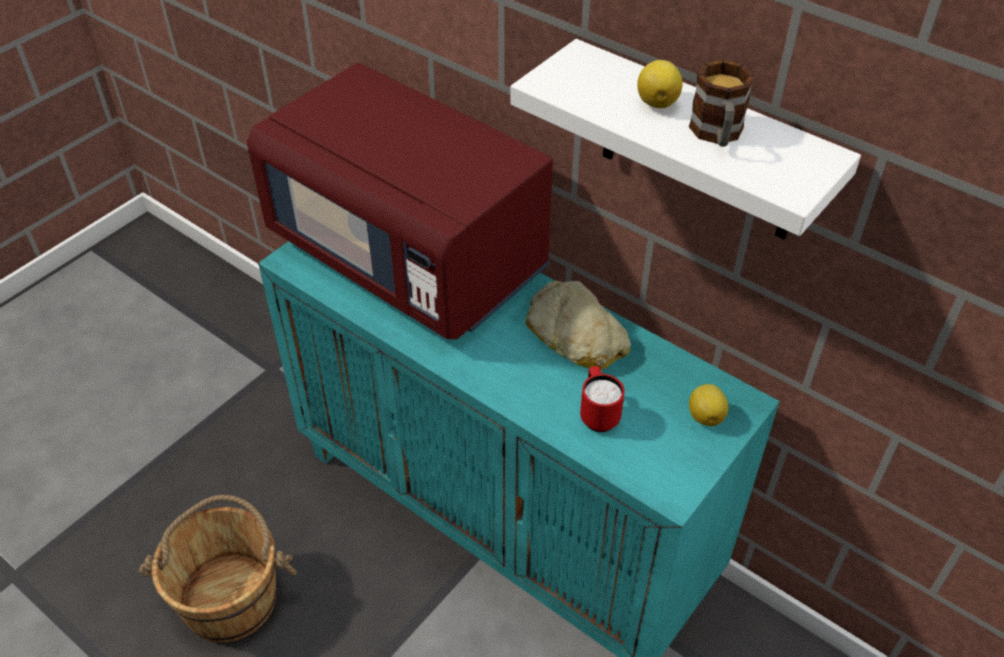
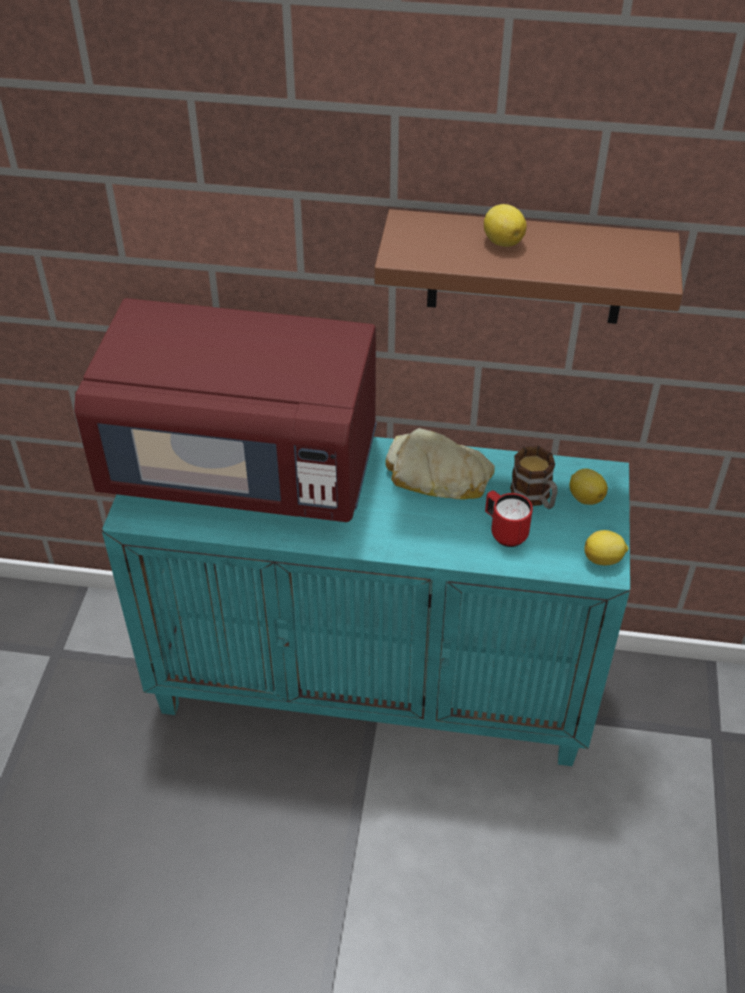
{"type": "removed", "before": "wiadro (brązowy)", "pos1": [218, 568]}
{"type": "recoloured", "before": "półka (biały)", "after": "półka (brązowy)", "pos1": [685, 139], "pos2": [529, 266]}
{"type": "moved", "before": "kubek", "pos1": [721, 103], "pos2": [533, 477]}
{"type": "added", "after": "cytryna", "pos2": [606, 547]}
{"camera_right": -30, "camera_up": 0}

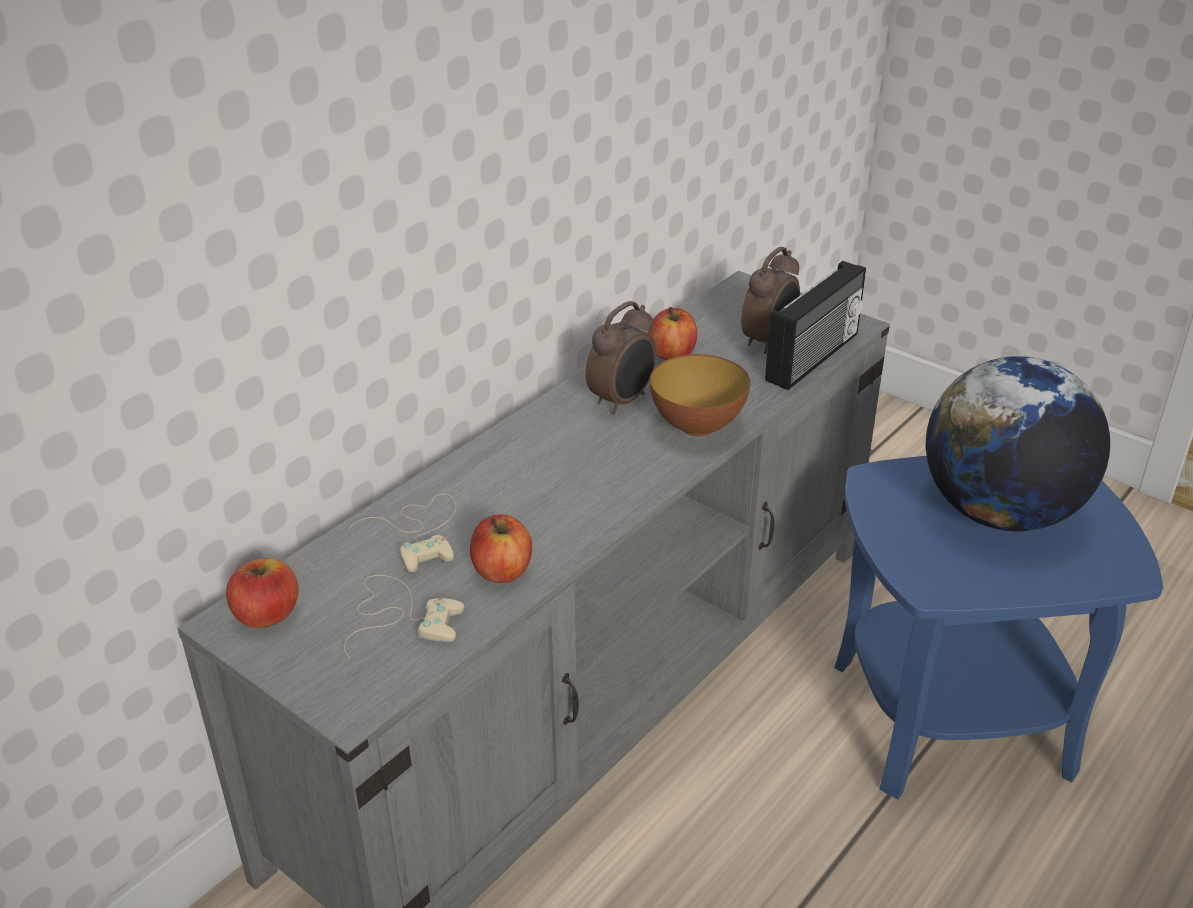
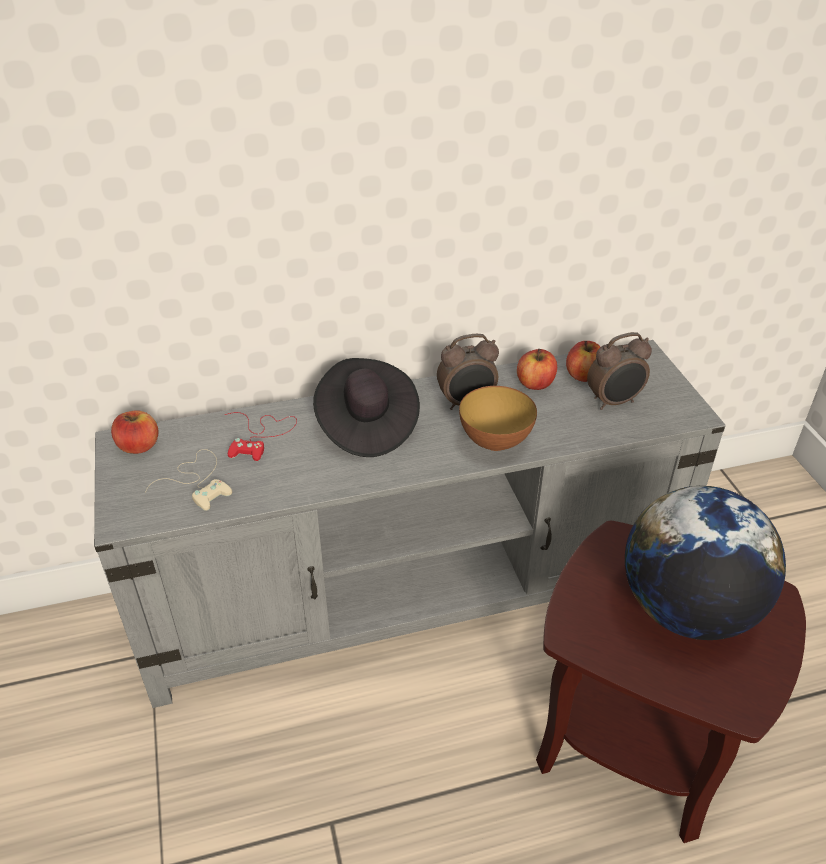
{"type": "recoloured", "before": "pad do gier (beżowy)", "after": "pad do gier (czerwony)", "pos1": [402, 533], "pos2": [261, 436]}
{"type": "moved", "before": "jabłko", "pos1": [501, 548], "pos2": [583, 361]}
{"type": "removed", "before": "radio", "pos1": [815, 325]}
{"type": "recoloured", "before": "stolik (niebieski)", "after": "stolik (brązowy)", "pos1": [998, 627], "pos2": [671, 682]}
{"type": "added", "after": "kapelusz (czarny)", "pos2": [366, 407]}
{"camera_right": 35, "camera_up": 5}

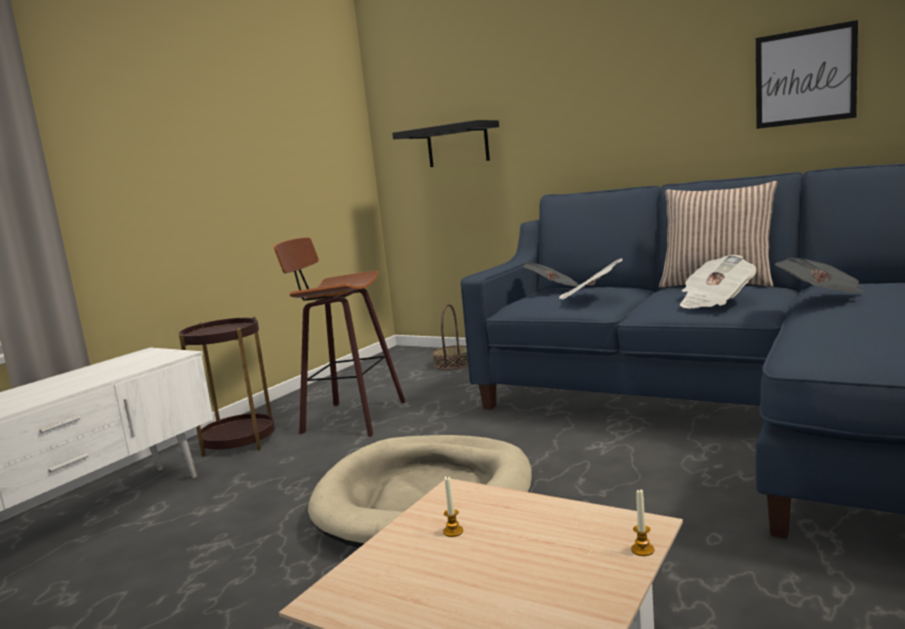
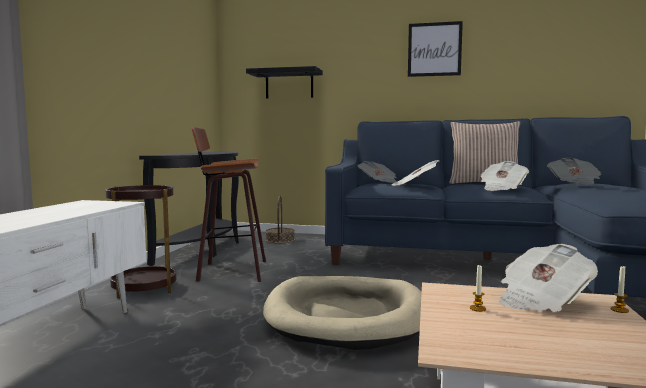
{"type": "moved", "before": "obraz", "pos1": [807, 74], "pos2": [435, 49]}
{"type": "added", "after": "stolik konsolowy (czarny)", "pos2": [189, 208]}
{"type": "added", "after": "gazeta", "pos2": [549, 278]}
{"camera_right": -20, "camera_up": -5}

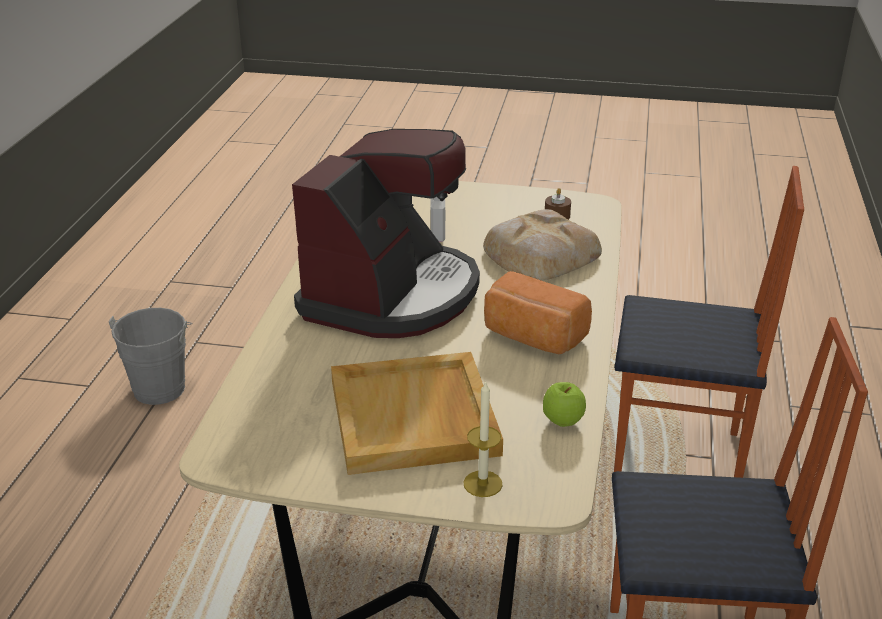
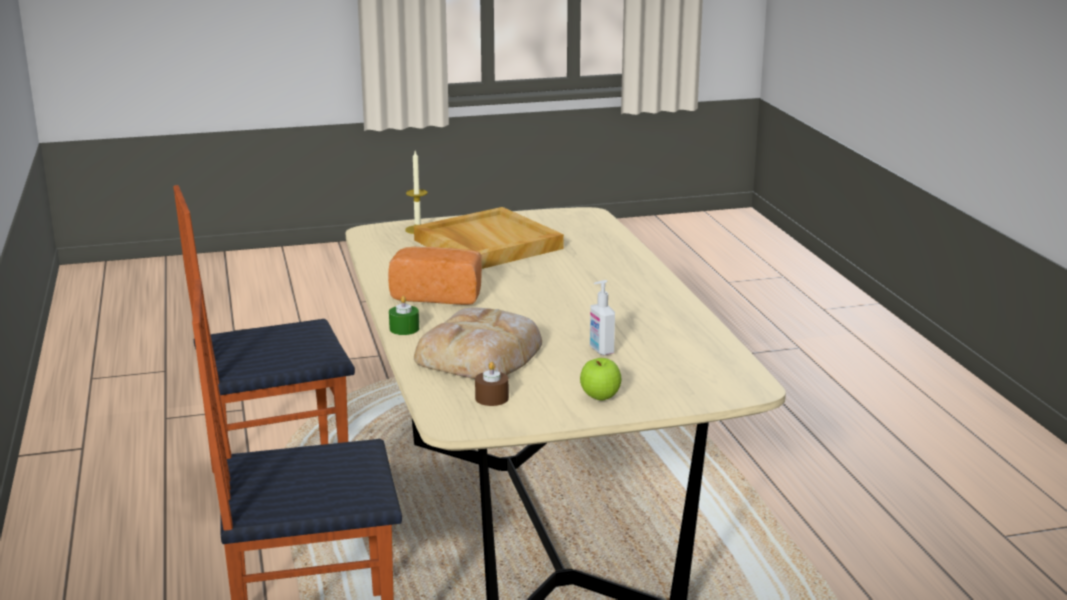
{"type": "removed", "before": "wiadro (szary)", "pos1": [151, 356]}
{"type": "removed", "before": "ekspres do kawy", "pos1": [386, 233]}
{"type": "moved", "before": "jabłko", "pos1": [564, 404], "pos2": [601, 379]}
{"type": "added", "after": "świeca (zielony)", "pos2": [404, 315]}
{"camera_right": 155, "camera_up": -10}

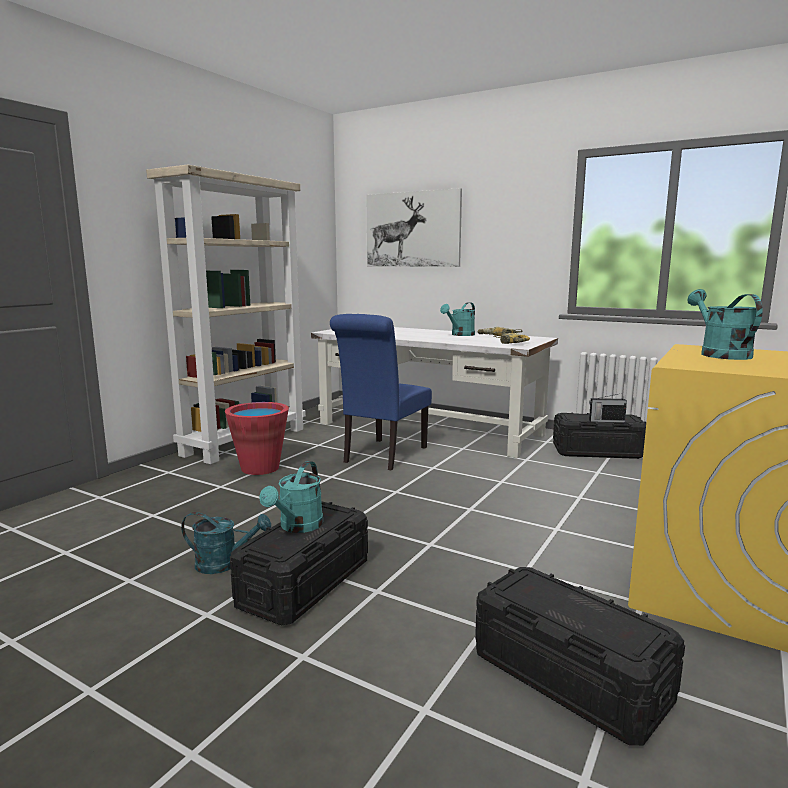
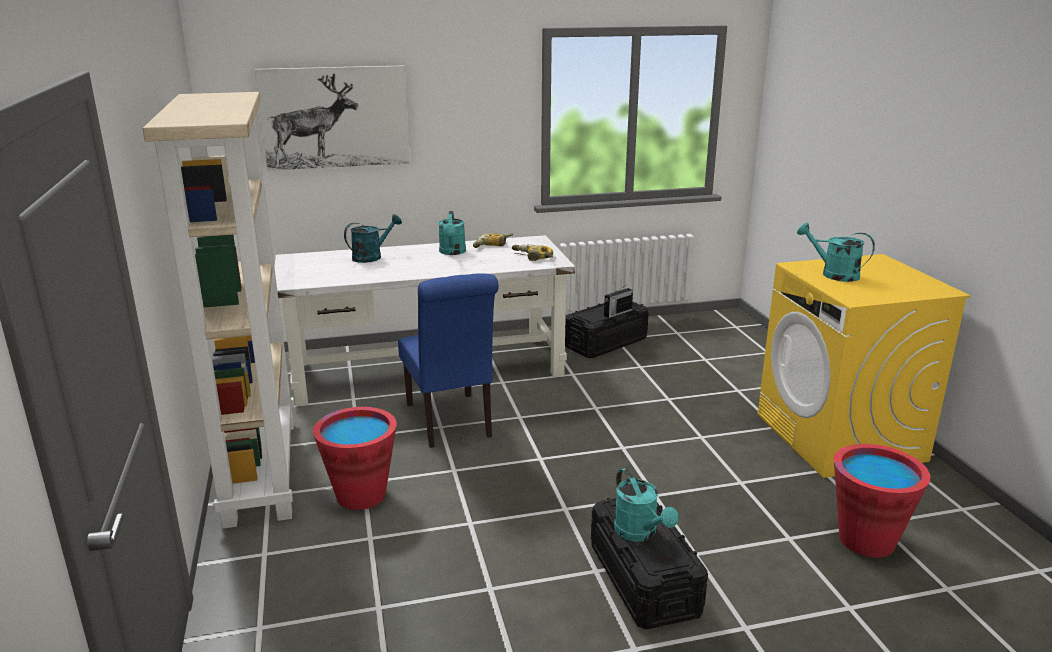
{"type": "moved", "before": "konewka (turkusowy)", "pos1": [226, 543], "pos2": [373, 238]}
{"type": "replaced", "before": "pojemnik do przechowywania (czarny)", "after": "wiadro (czerwony)", "pos1": [580, 656], "pos2": [882, 501]}
{"camera_right": -45, "camera_up": 10}

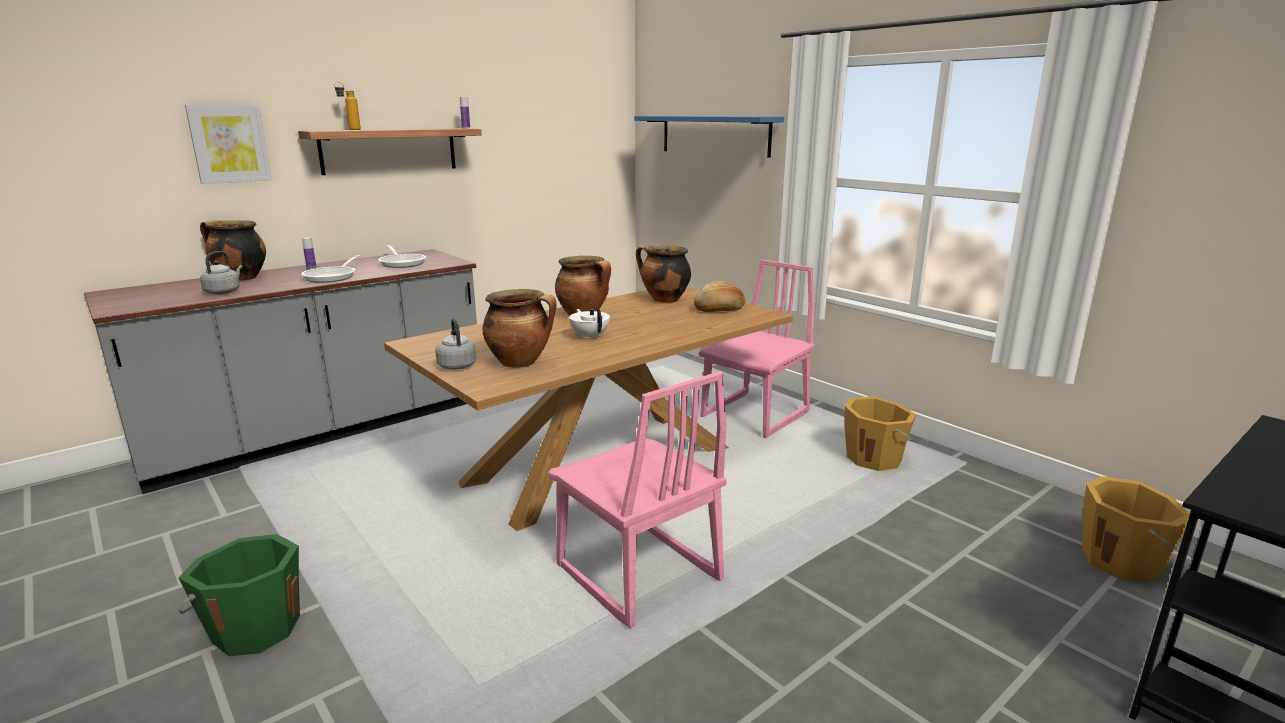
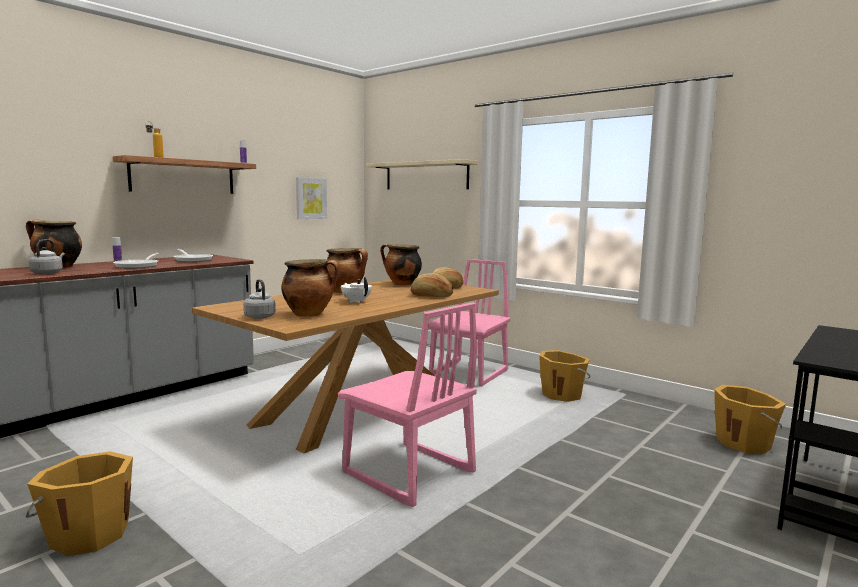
{"type": "recoloured", "before": "wiadro (zielony)", "after": "wiadro (pomarańczowy)", "pos1": [239, 595], "pos2": [79, 503]}
{"type": "moved", "before": "obraz", "pos1": [228, 144], "pos2": [311, 198]}
{"type": "recoloured", "before": "półka (niebieski)", "after": "półka (beżowy)", "pos1": [709, 137], "pos2": [422, 174]}
{"type": "added", "after": "chleb", "pos2": [432, 285]}
{"camera_right": -10, "camera_up": -10}

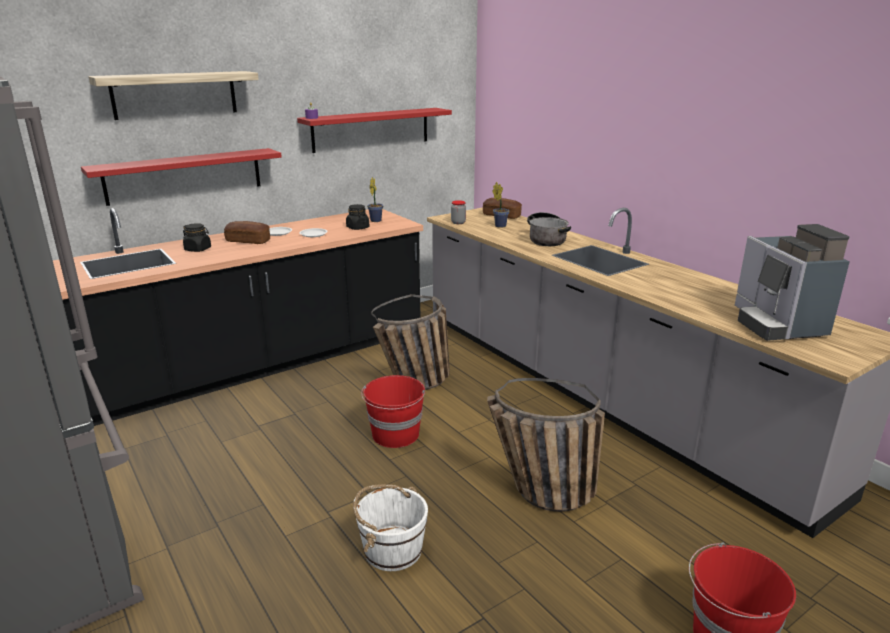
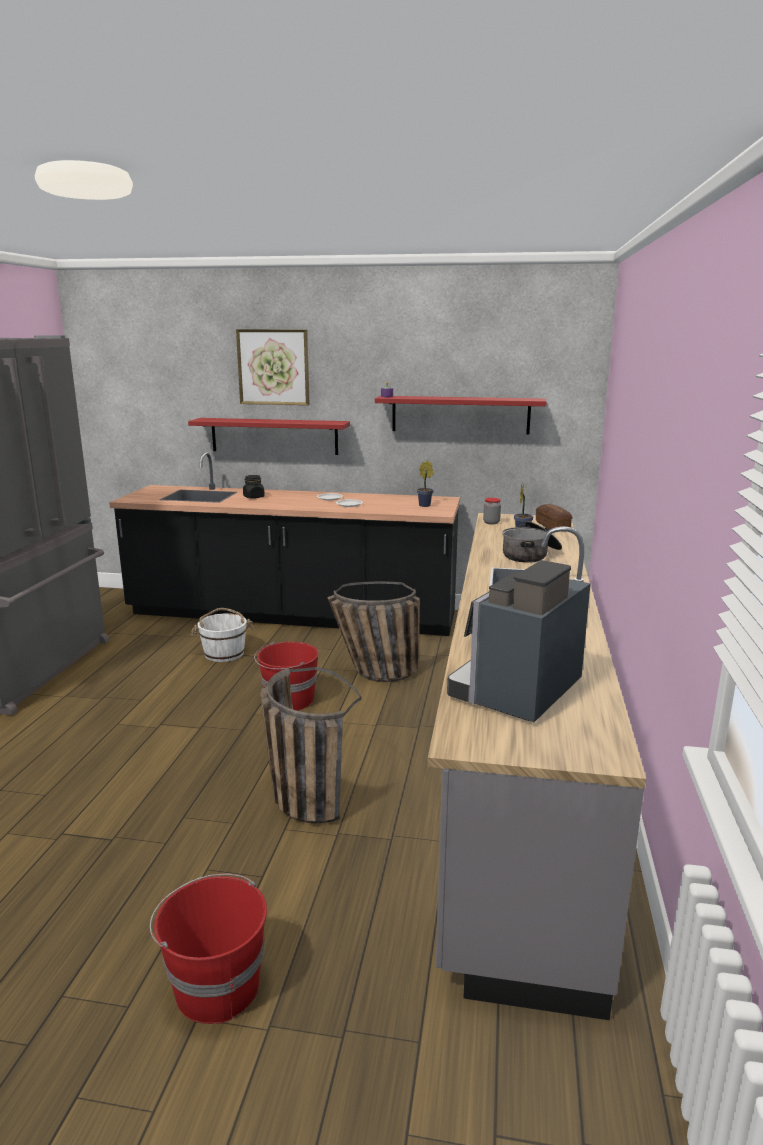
{"type": "replaced", "before": "półka", "after": "obraz", "pos1": [173, 95], "pos2": [273, 367]}
{"type": "removed", "before": "chleb", "pos1": [247, 232]}
{"type": "removed", "before": "słoik (czarny)", "pos1": [357, 217]}
{"type": "moved", "before": "wiadro (biały)", "pos1": [390, 527], "pos2": [223, 635]}
{"camera_right": 45, "camera_up": -5}

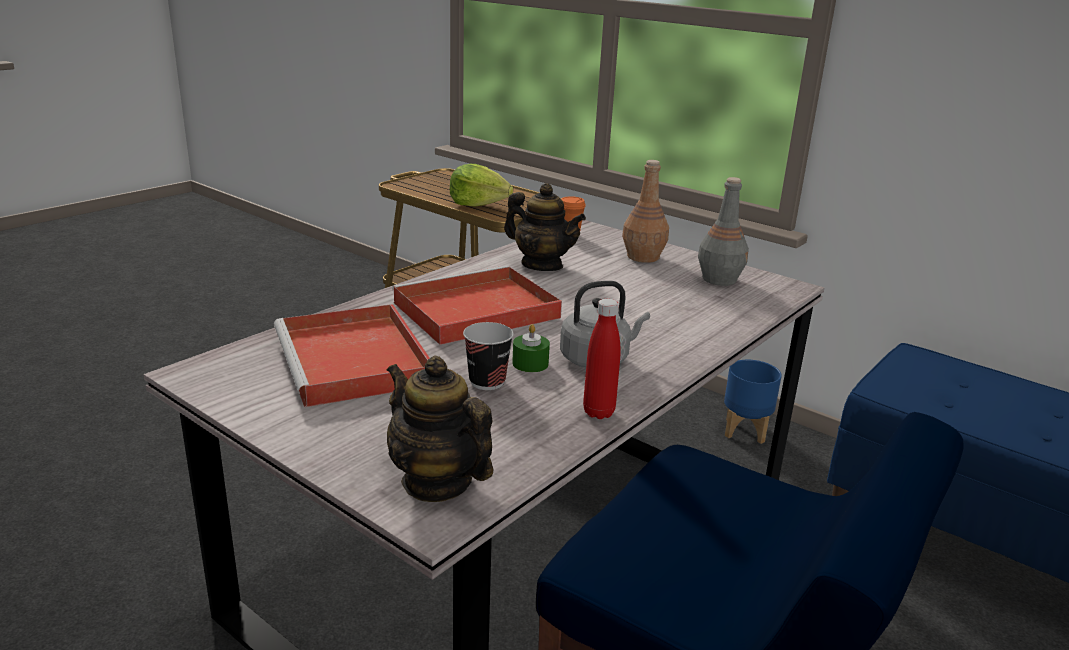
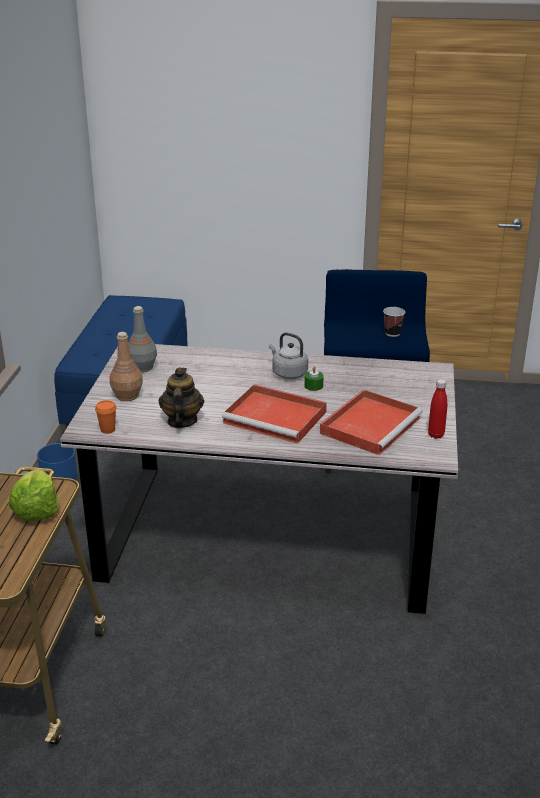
{"type": "removed", "before": "imbryk", "pos1": [440, 429]}
{"type": "moved", "before": "filiżanka", "pos1": [488, 356], "pos2": [394, 322]}
{"type": "moved", "before": "butelka (czerwony)", "pos1": [602, 359], "pos2": [437, 409]}
{"camera_right": -120, "camera_up": 5}

